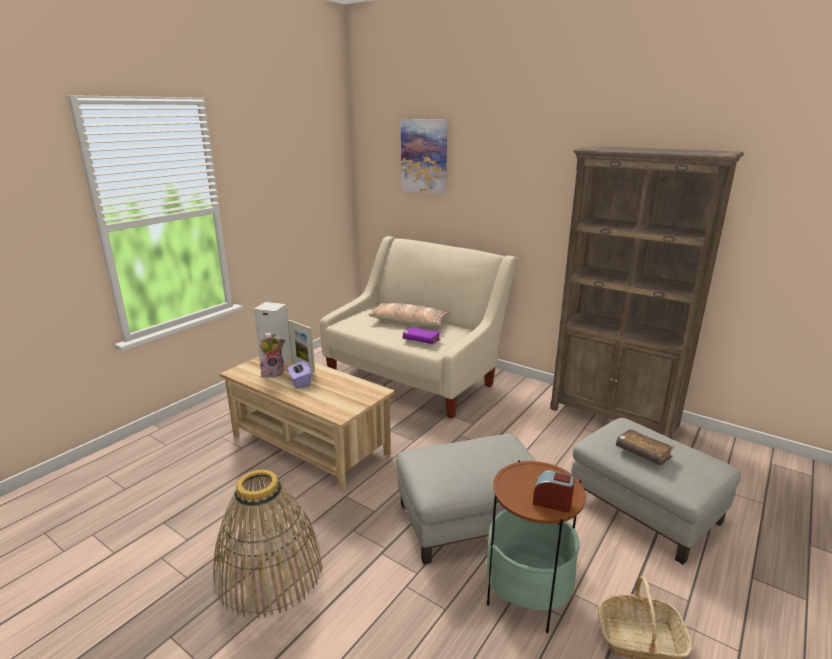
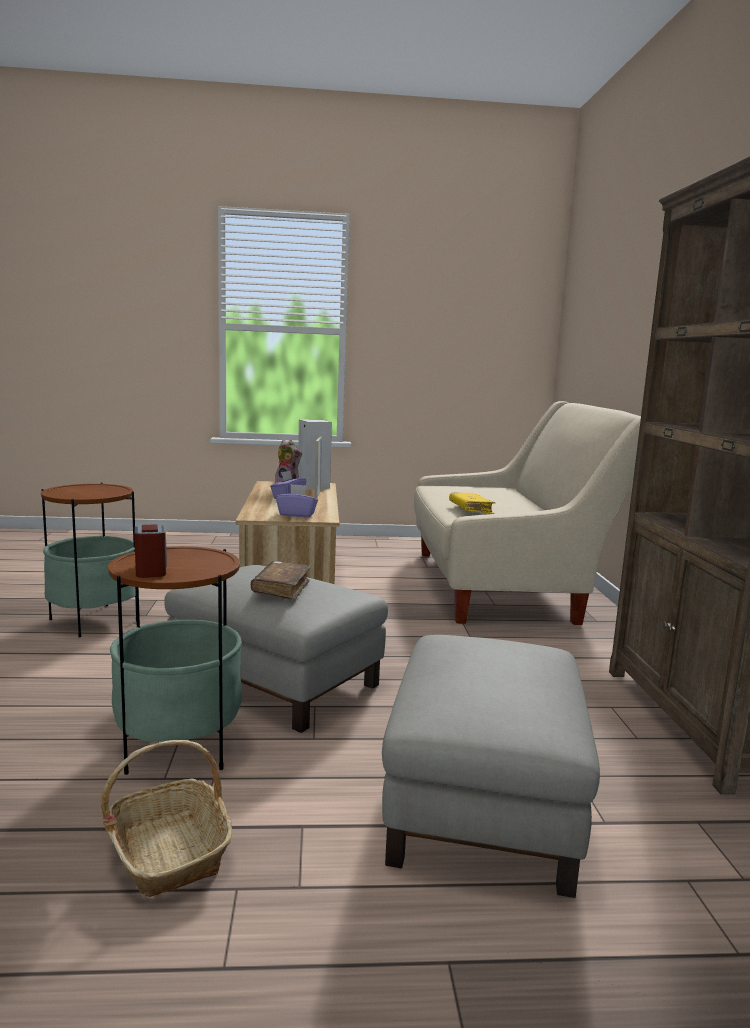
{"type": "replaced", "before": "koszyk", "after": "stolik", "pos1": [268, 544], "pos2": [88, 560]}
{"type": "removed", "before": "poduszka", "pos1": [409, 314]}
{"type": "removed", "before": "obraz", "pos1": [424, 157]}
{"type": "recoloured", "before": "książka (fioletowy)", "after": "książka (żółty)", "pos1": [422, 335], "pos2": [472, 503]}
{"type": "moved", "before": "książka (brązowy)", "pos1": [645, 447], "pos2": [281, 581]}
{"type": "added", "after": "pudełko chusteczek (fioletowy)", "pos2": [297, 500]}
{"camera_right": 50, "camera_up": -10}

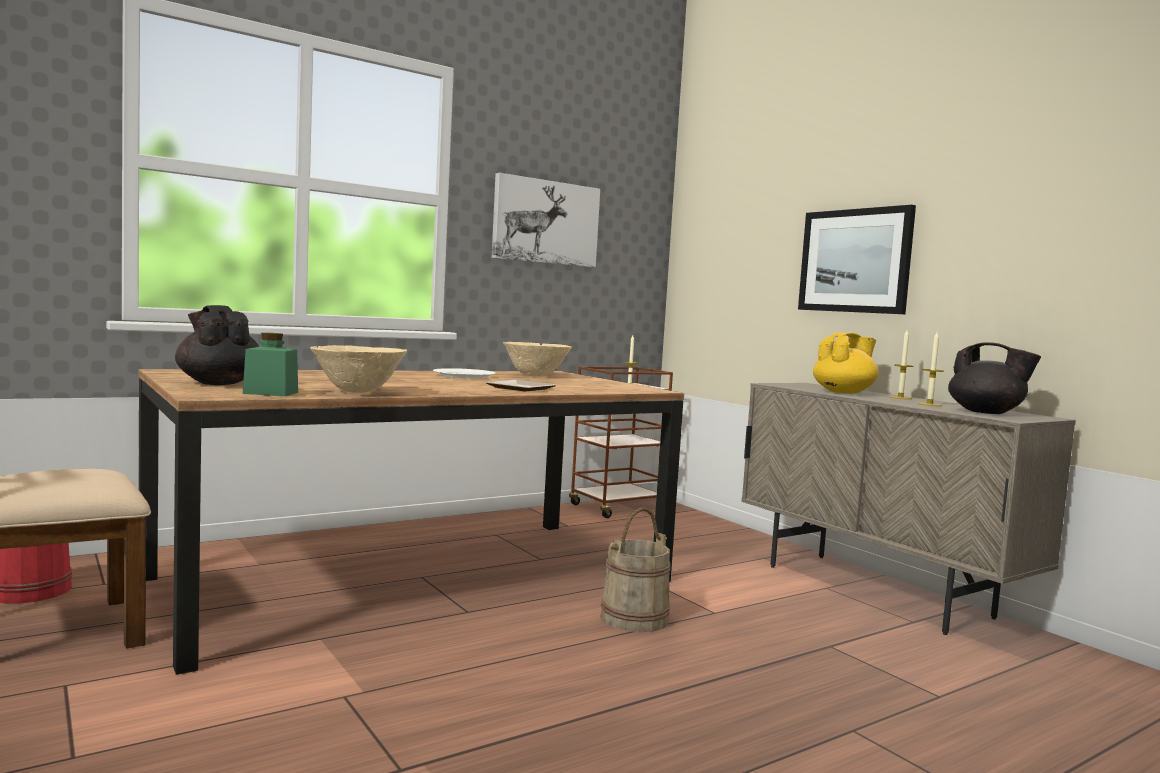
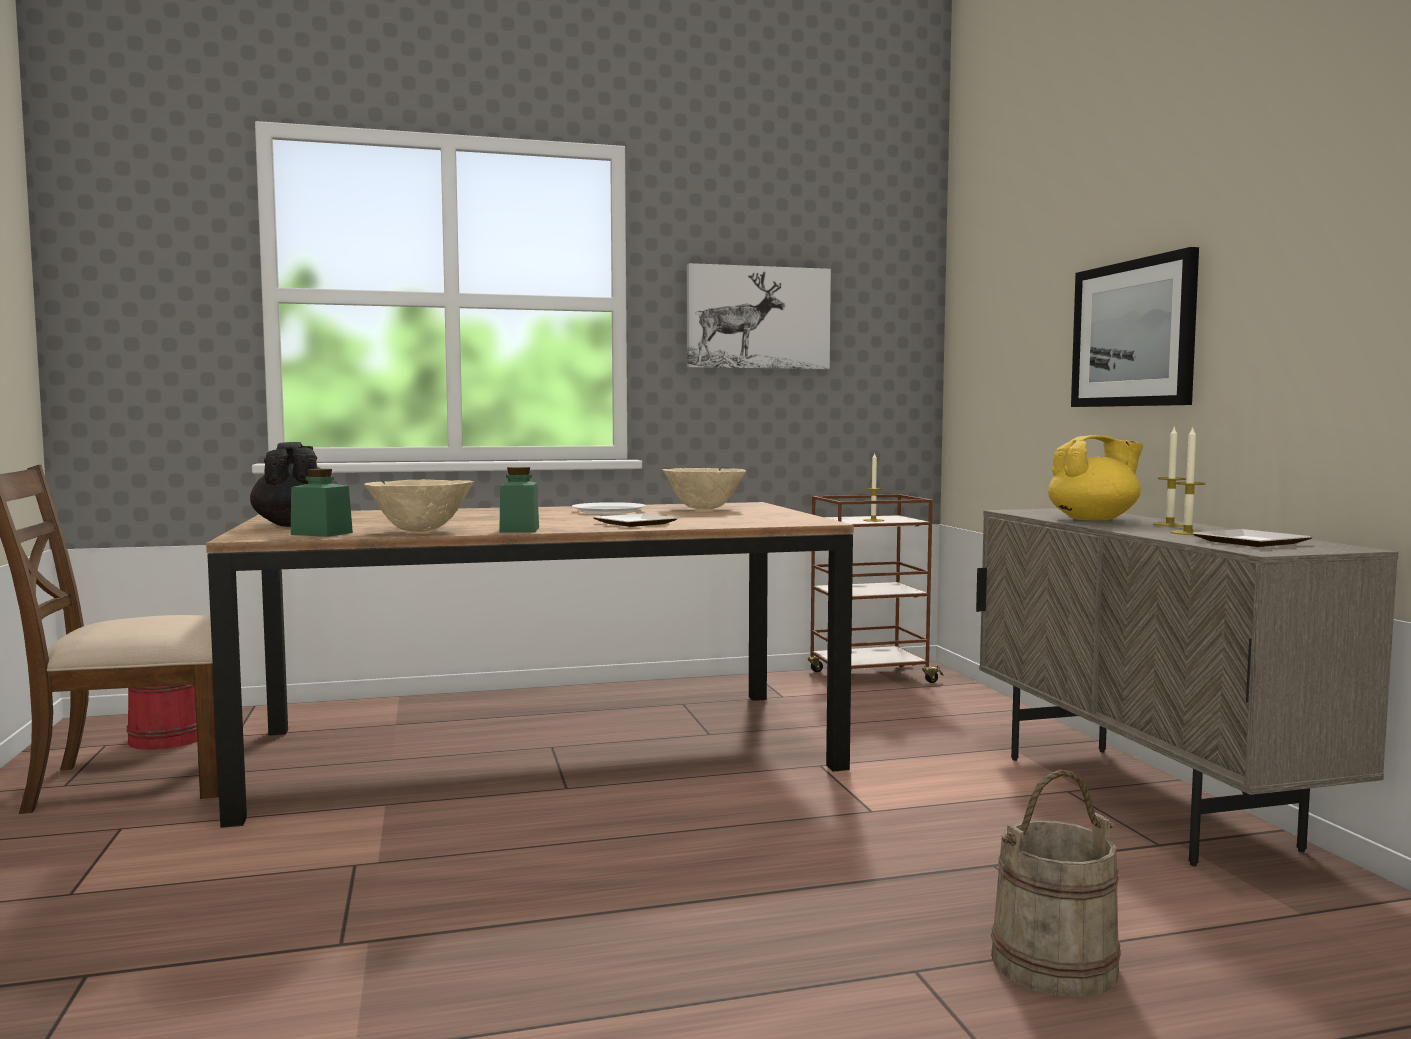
{"type": "moved", "before": "wiadro (beżowy)", "pos1": [635, 569], "pos2": [1056, 883]}
{"type": "replaced", "before": "imbryk (czarny)", "after": "talerz", "pos1": [994, 378], "pos2": [1252, 538]}
{"type": "added", "after": "słoik (zielony)", "pos2": [519, 499]}
{"camera_right": 20, "camera_up": 0}

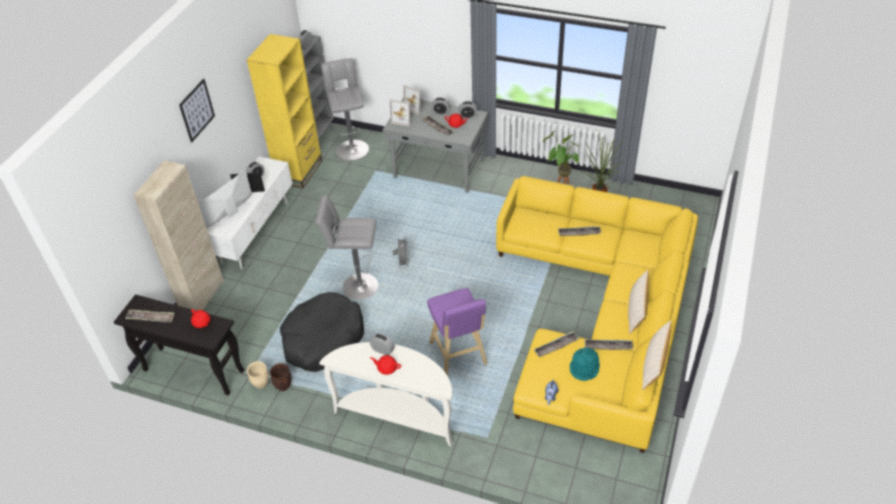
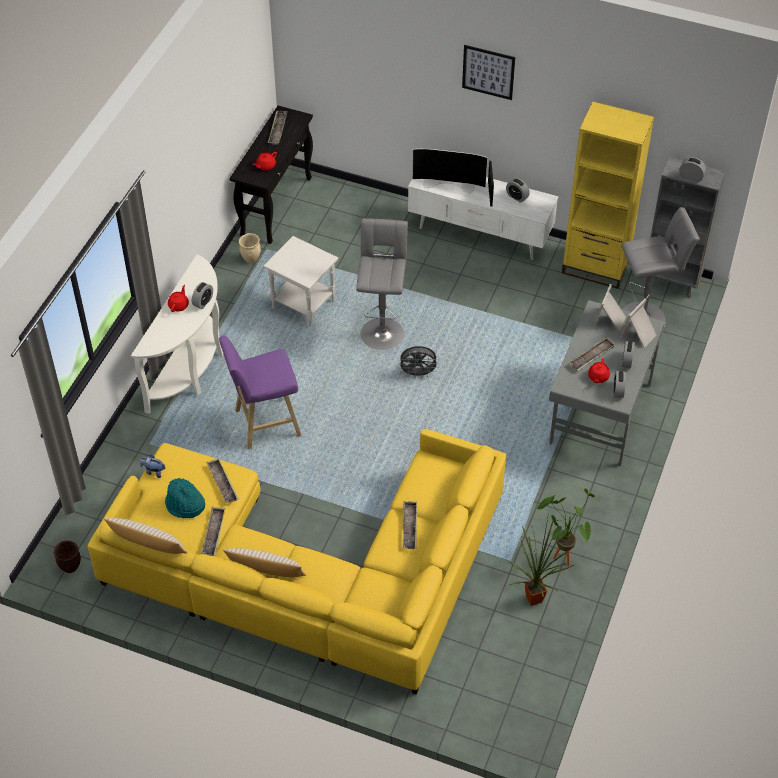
{"type": "removed", "before": "szafka (beżowy)", "pos1": [178, 235]}
{"type": "turned", "before": "telewizor", "pos1": [225, 198], "pos2": [450, 171], "turn": 150}
{"type": "moved", "before": "donica (brązowy)", "pos1": [281, 377], "pos2": [67, 556]}
{"type": "replaced", "before": "legowisko (czarny)", "after": "stolik (biały)", "pos1": [322, 332], "pos2": [300, 281]}
{"camera_right": 90, "camera_up": 5}

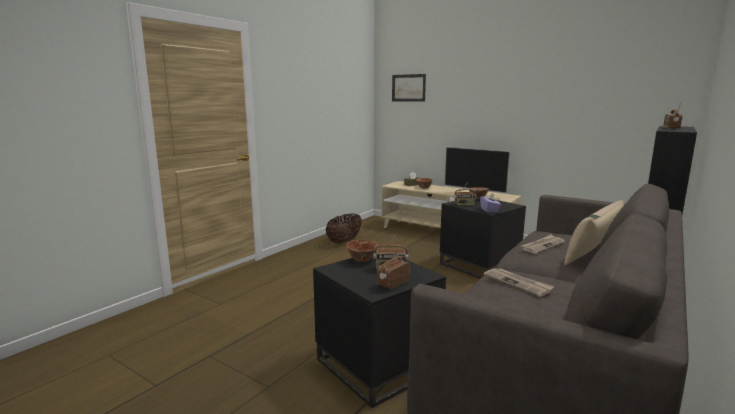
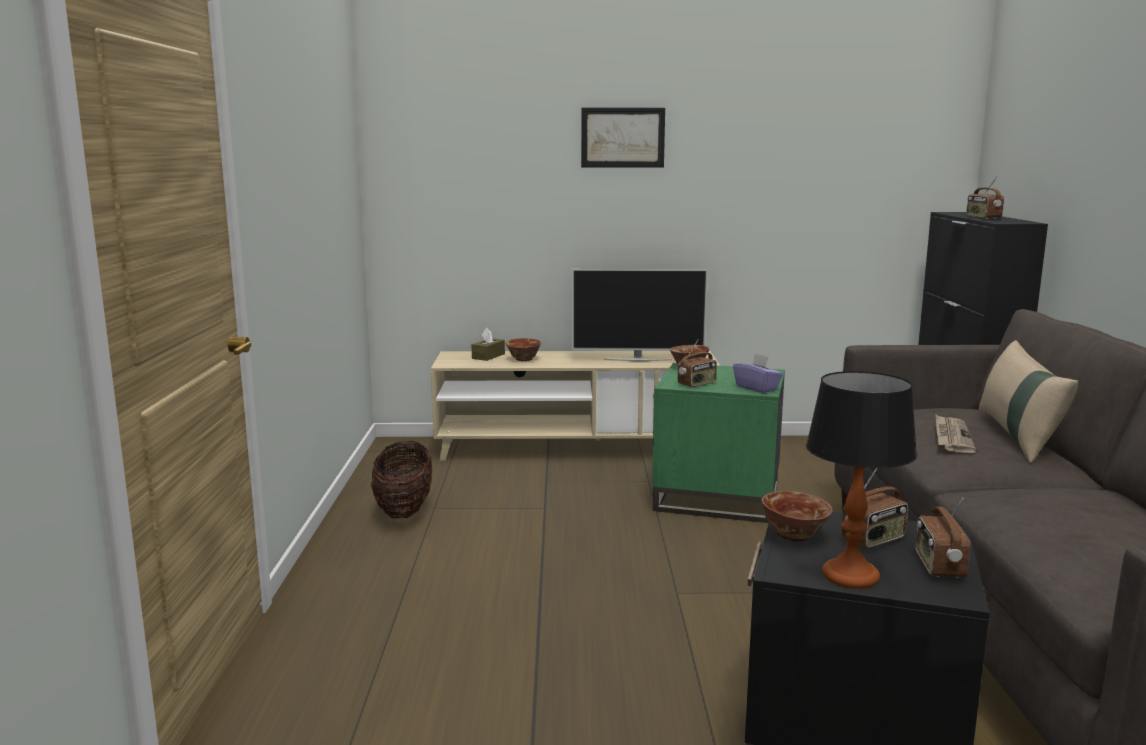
{"type": "moved", "before": "obraz", "pos1": [409, 88], "pos2": [623, 137]}
{"type": "recoloured", "before": "stolik (czarny)", "after": "stolik (zielony)", "pos1": [483, 239], "pos2": [718, 443]}
{"type": "removed", "before": "gazeta", "pos1": [519, 282]}
{"type": "added", "after": "lampa stołowa", "pos2": [861, 480]}
{"camera_right": -35, "camera_up": 0}

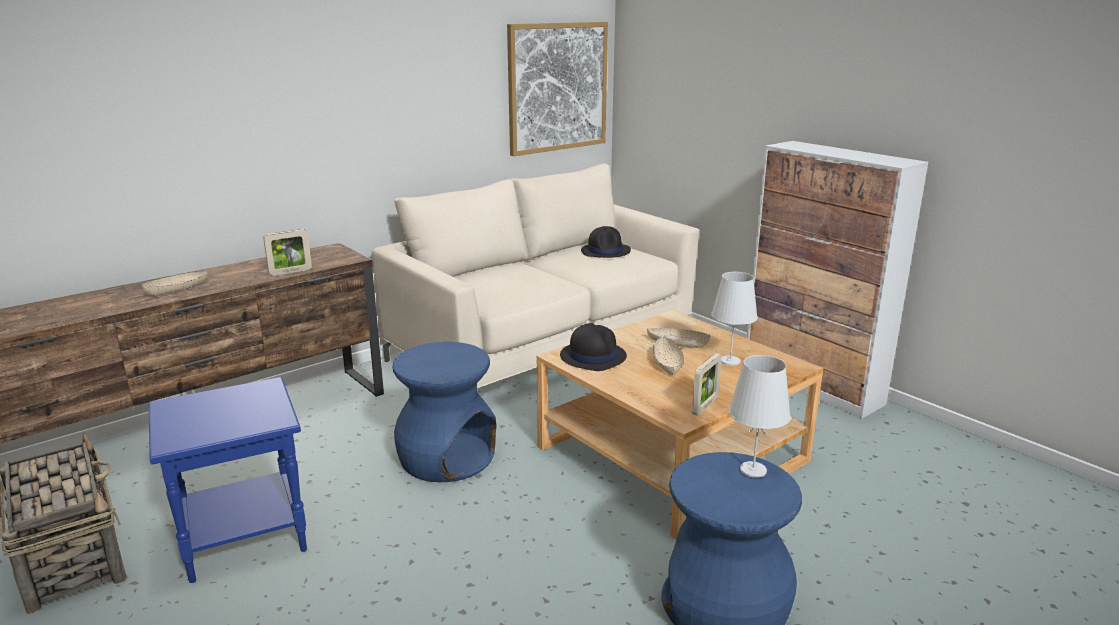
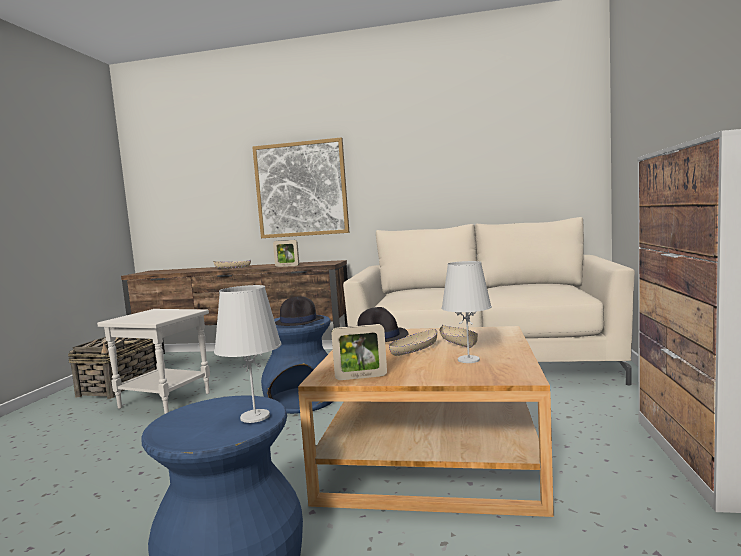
{"type": "recoloured", "before": "stolik (niebieski)", "after": "stolik (biały)", "pos1": [228, 480], "pos2": [153, 361]}
{"type": "moved", "before": "obraz", "pos1": [557, 89], "pos2": [300, 188]}
{"type": "moved", "before": "kapelusz (czarny)", "pos1": [606, 242], "pos2": [299, 311]}
{"camera_right": 50, "camera_up": -15}

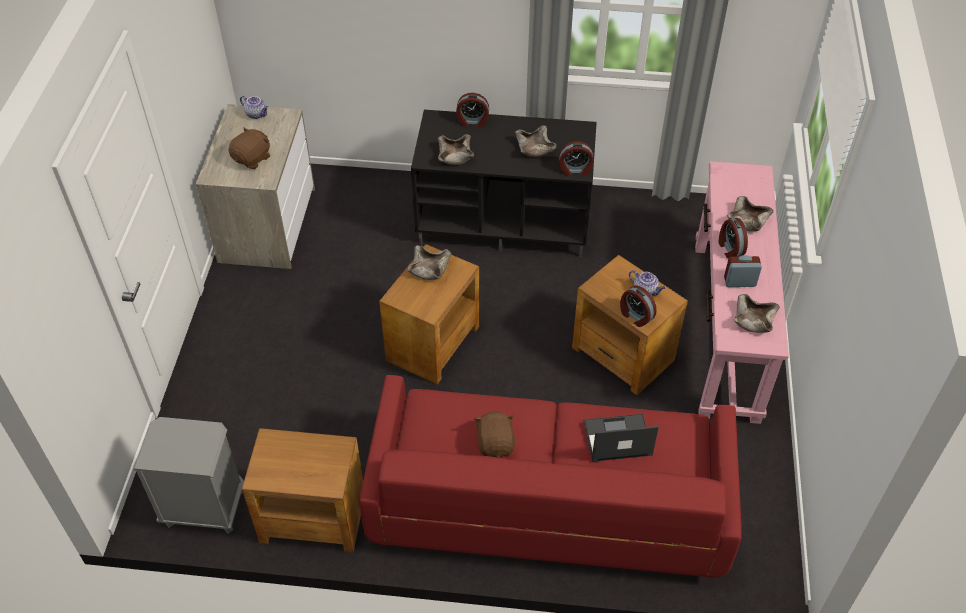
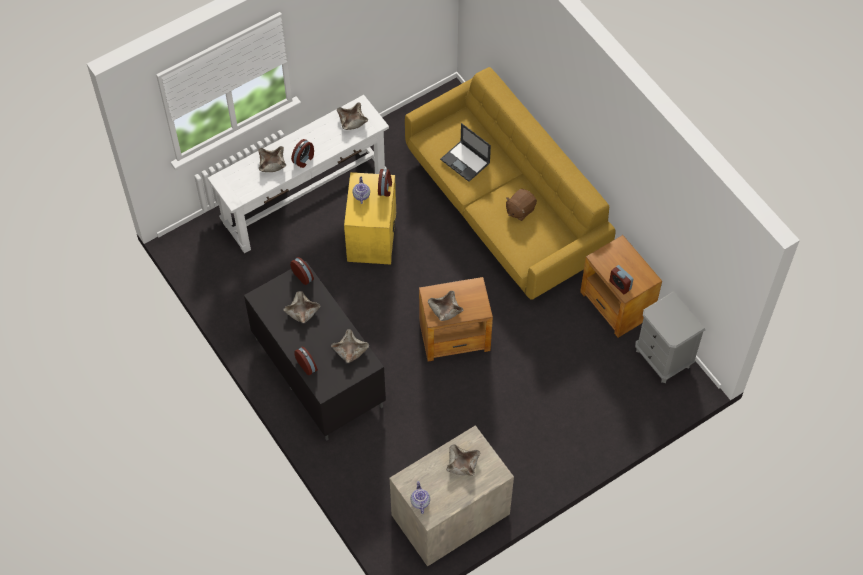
{"type": "replaced", "before": "pluszak (brązowy)", "after": "miska (beżowy)", "pos1": [249, 148], "pos2": [463, 460]}
{"type": "recoloured", "before": "kanapa (czerwony)", "after": "kanapa (żółty)", "pos1": [550, 476], "pos2": [510, 183]}
{"type": "recoloured", "before": "stolik (brązowy)", "after": "stolik (żółty)", "pos1": [630, 325], "pos2": [370, 218]}
{"type": "recoloured", "before": "stolik konsolowy (różowy)", "after": "stolik konsolowy (biały)", "pos1": [742, 292], "pos2": [298, 174]}
{"type": "moved", "before": "budzik", "pos1": [743, 271], "pos2": [621, 279]}
{"camera_right": -130, "camera_up": 10}

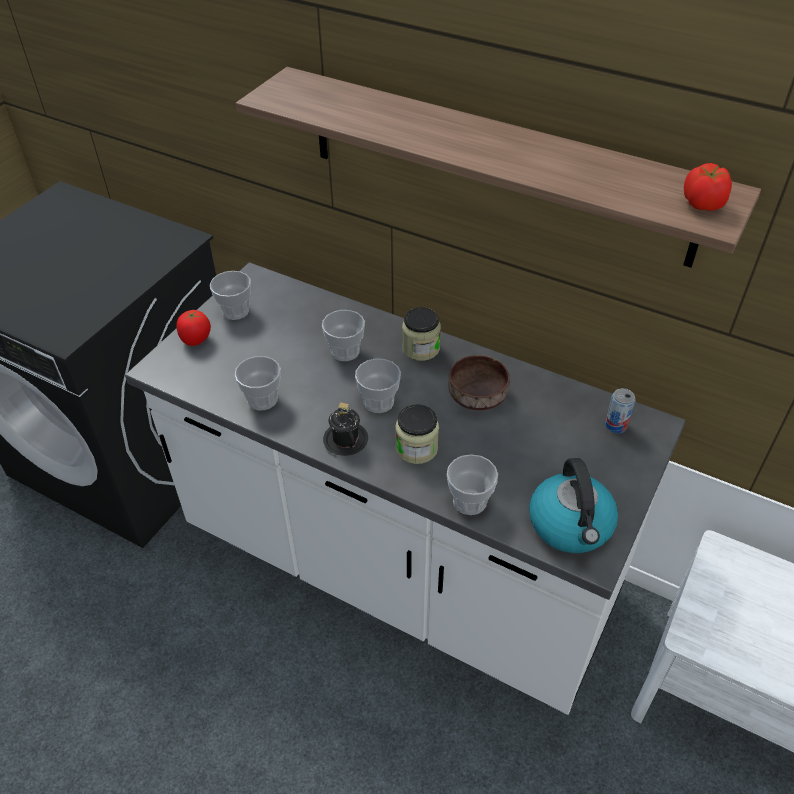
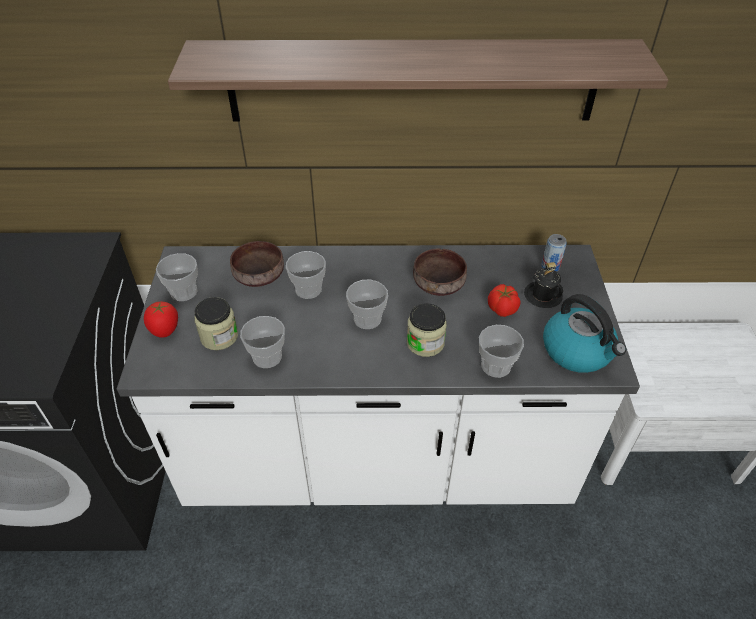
{"type": "moved", "before": "kubek (czarny)", "pos1": [345, 429], "pos2": [543, 285]}
{"type": "moved", "before": "słoik", "pos1": [421, 334], "pos2": [216, 323]}
{"type": "moved", "before": "pomidor", "pos1": [708, 187], "pos2": [504, 300]}
{"type": "added", "after": "miska (brązowy)", "pos2": [257, 264]}
{"camera_right": -30, "camera_up": 0}

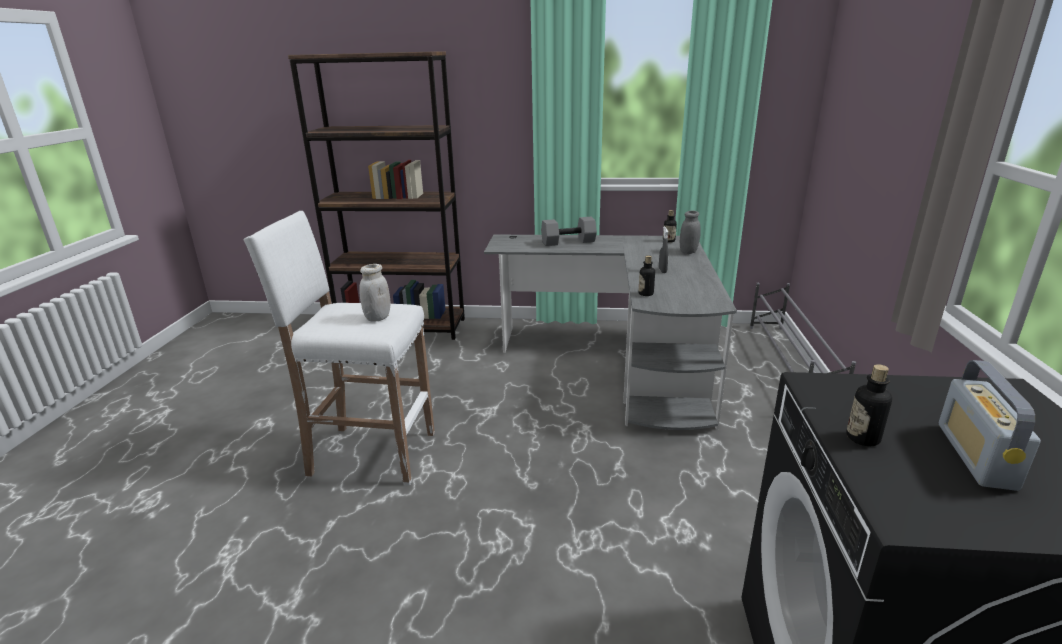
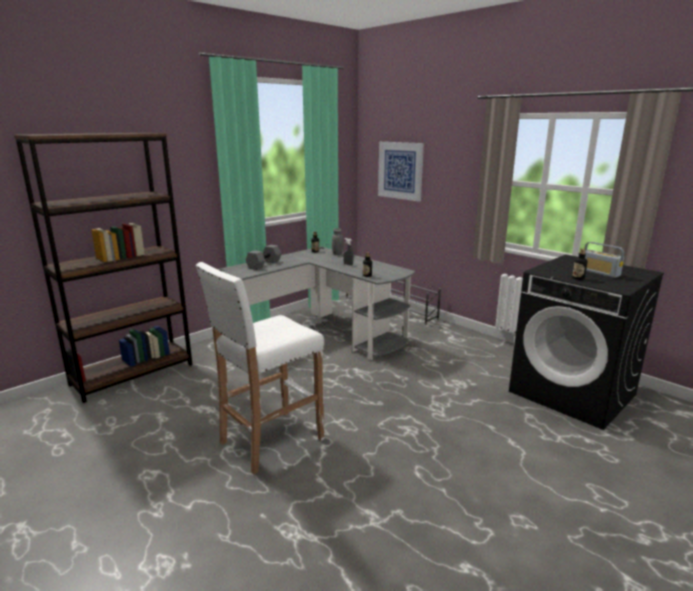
{"type": "removed", "before": "słoik (biały)", "pos1": [374, 293]}
{"type": "added", "after": "obraz", "pos2": [401, 172]}
{"camera_right": -50, "camera_up": -5}

